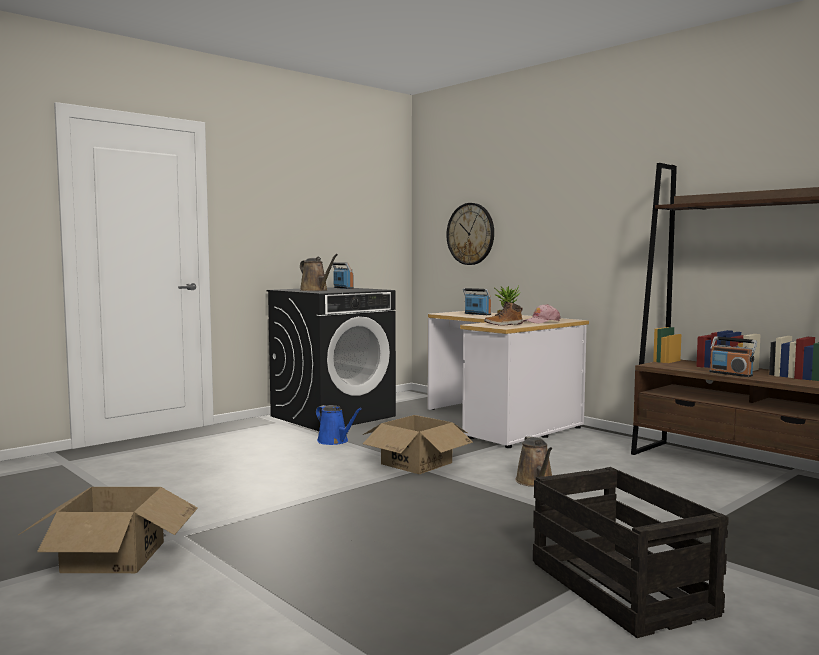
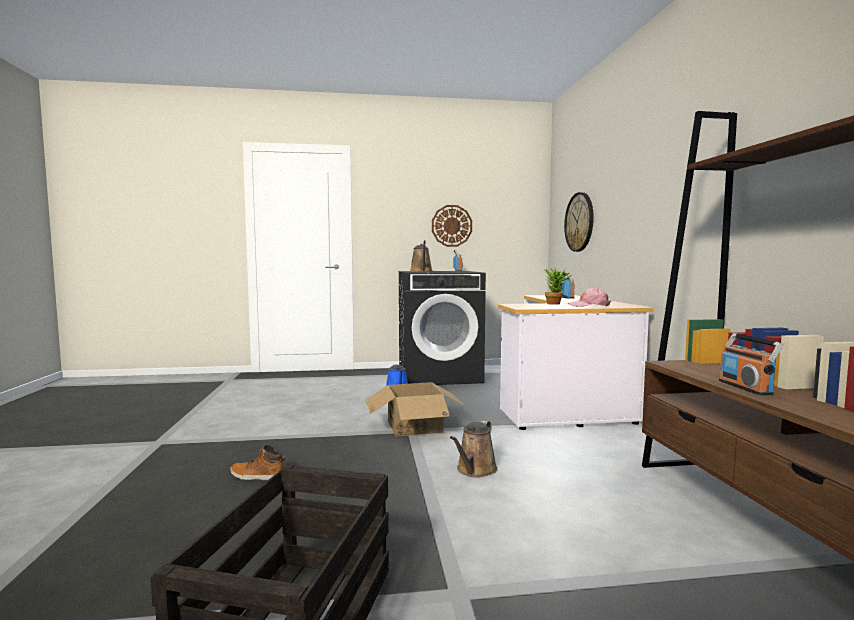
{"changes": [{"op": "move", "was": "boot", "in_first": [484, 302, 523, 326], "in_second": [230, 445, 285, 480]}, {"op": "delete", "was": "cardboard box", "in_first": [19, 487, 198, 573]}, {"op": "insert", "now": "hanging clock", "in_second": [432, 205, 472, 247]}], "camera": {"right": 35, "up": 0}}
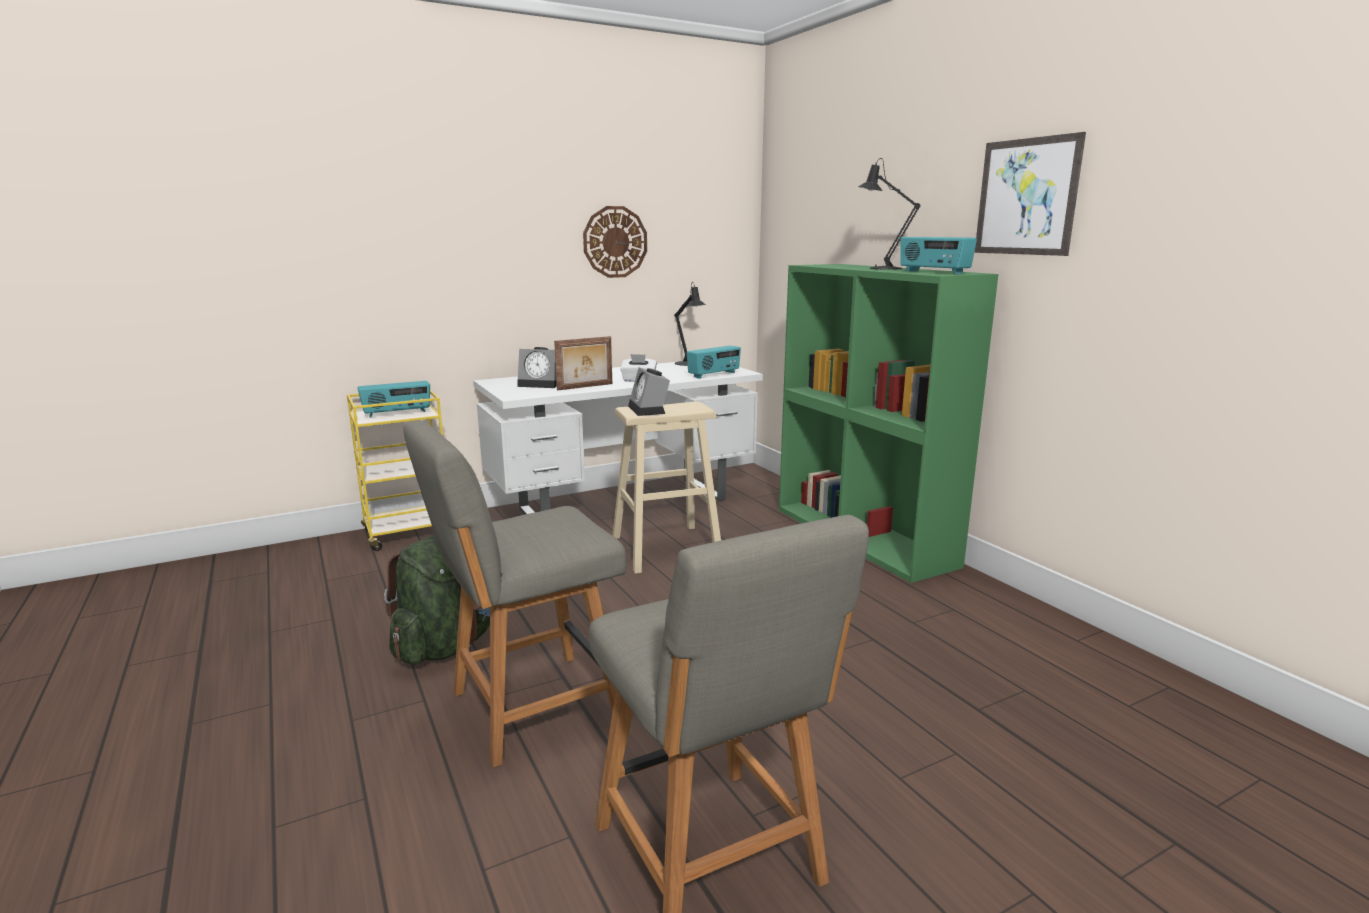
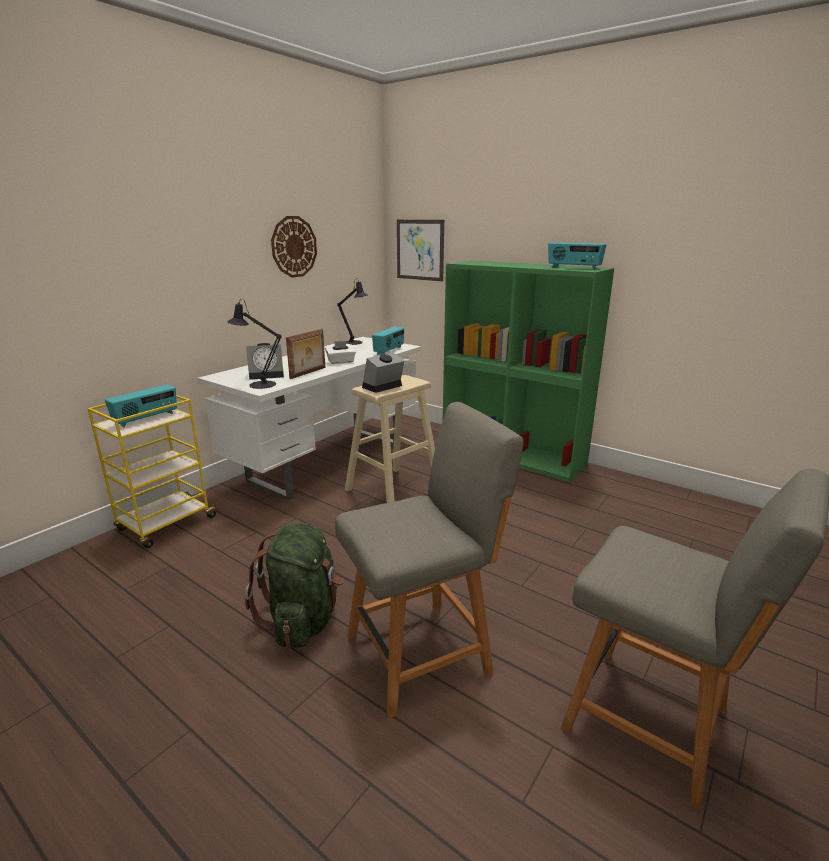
{"changes": [{"op": "move", "was": "picture", "in_first": [975, 132, 1086, 256], "in_second": [397, 220, 444, 281]}, {"op": "move", "was": "blackish table lamp", "in_first": [858, 158, 920, 270], "in_second": [227, 299, 282, 389]}, {"op": "rotate", "was": "table clock", "in_first": [628, 367, 670, 416], "in_second": [362, 353, 404, 393], "clockwise": 90}, {"op": "rotate", "was": "grey chair", "in_first": [403, 420, 626, 767], "in_second": [335, 402, 524, 718], "clockwise": -150}], "camera": {"right": -25, "up": 5}}
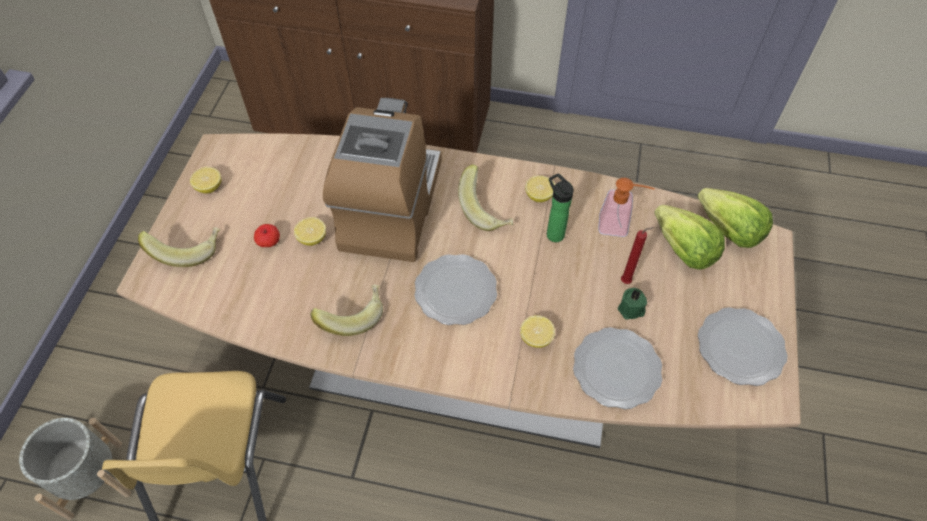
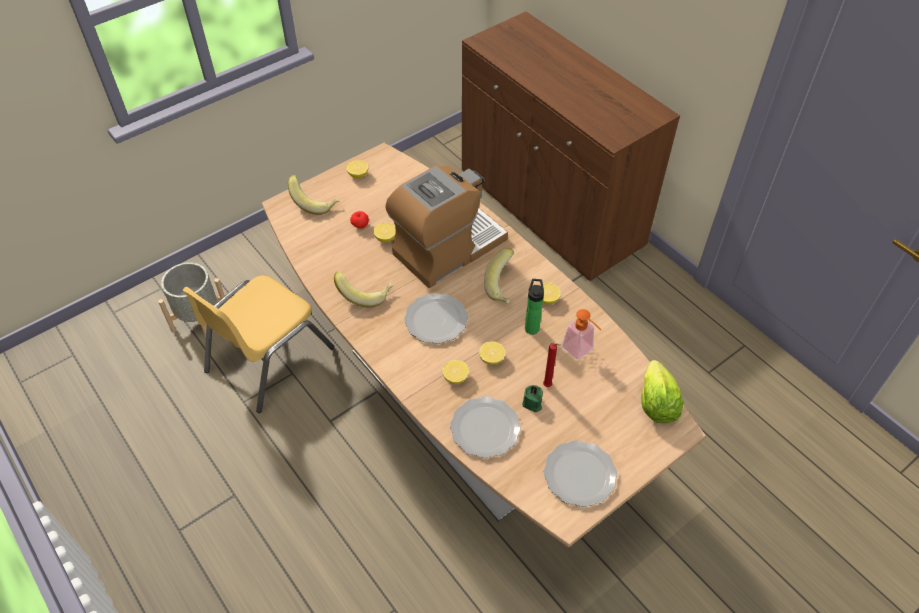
{"changes": [{"op": "delete", "was": "lettuce head", "in_first": [654, 205, 725, 270]}, {"op": "insert", "now": "citrus fruit", "in_second": [479, 341, 506, 365]}], "camera": {"right": 40, "up": -5}}
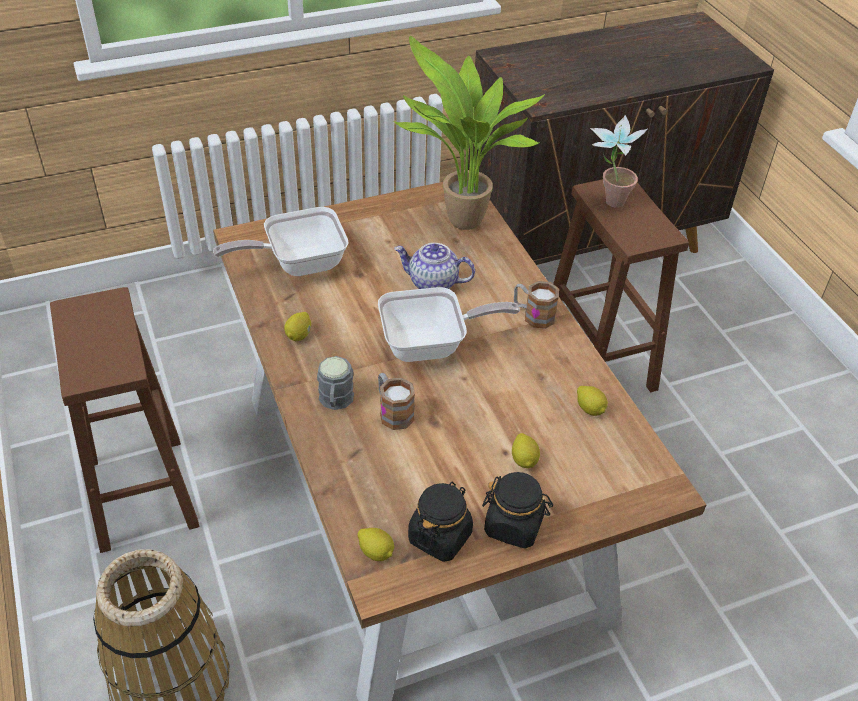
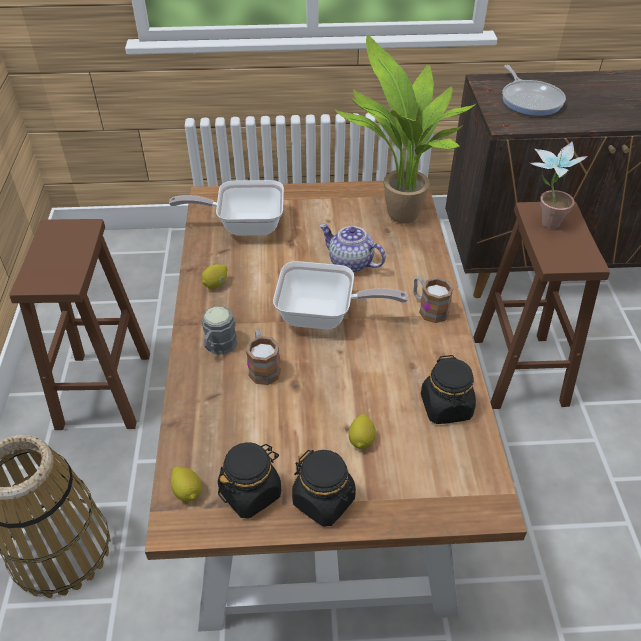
{"changes": [{"op": "replace", "was": "citrus fruit", "now": "blackish jar", "in_first": [577, 386, 608, 416], "in_second": [421, 355, 476, 424]}, {"op": "insert", "now": "pan", "in_second": [502, 65, 566, 116]}], "camera": {"right": 20, "up": 0}}
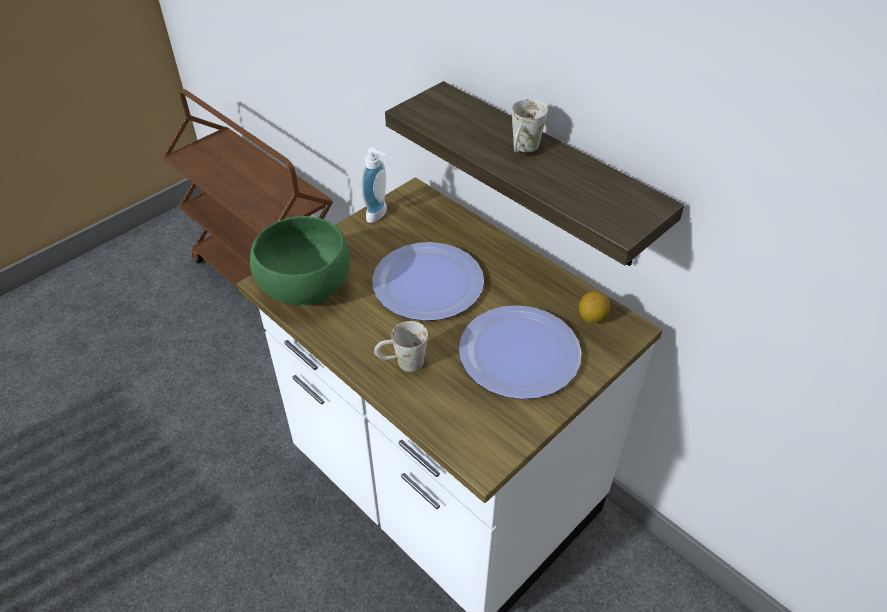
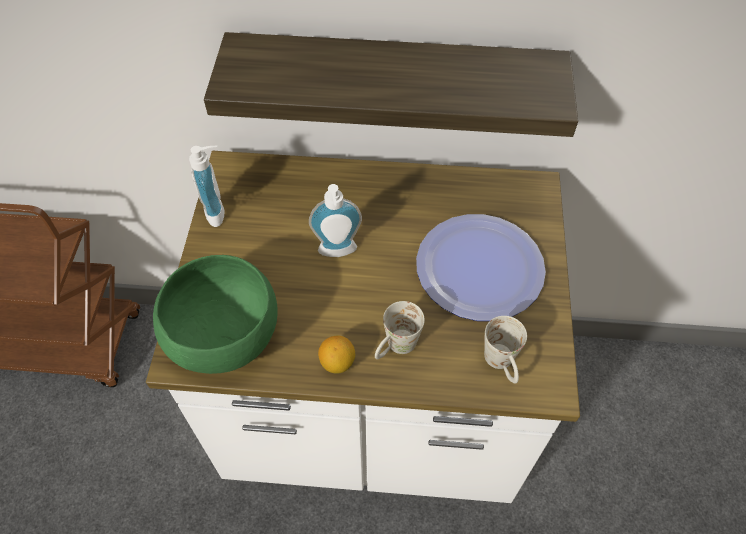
{"changes": [{"op": "move", "was": "whitish tea mug", "in_first": [511, 99, 548, 152], "in_second": [484, 316, 527, 384]}, {"op": "replace", "was": "flat dish", "now": "soap bottle", "in_first": [372, 242, 484, 321], "in_second": [309, 184, 362, 257]}, {"op": "move", "was": "citrus fruit", "in_first": [579, 291, 610, 323], "in_second": [318, 335, 355, 374]}], "camera": {"right": -40, "up": 10}}
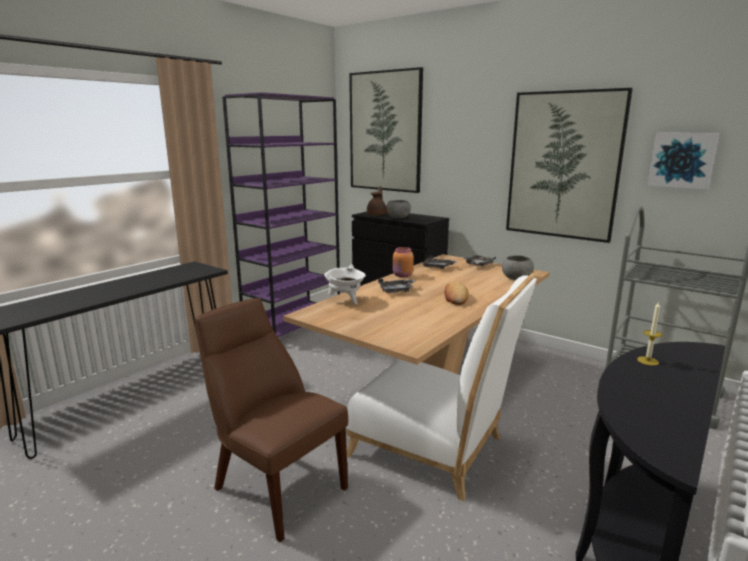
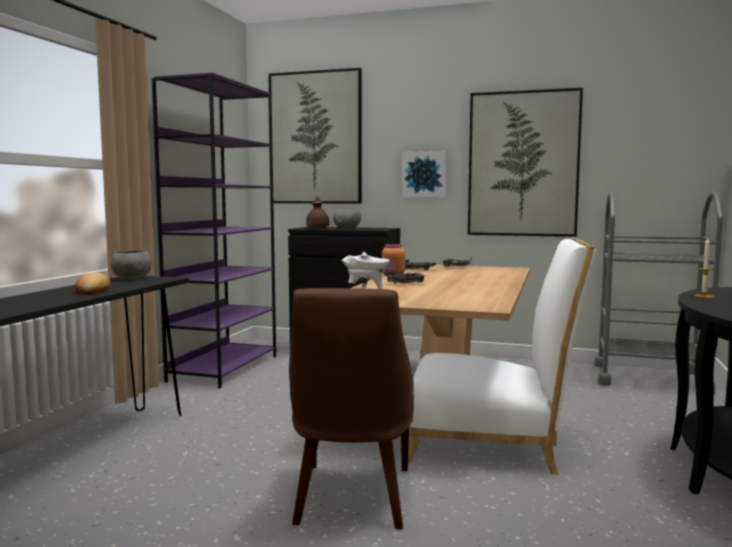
{"changes": [{"op": "move", "was": "picture", "in_first": [647, 133, 719, 189], "in_second": [402, 151, 447, 197]}, {"op": "move", "was": "grey deep dish", "in_first": [502, 256, 534, 280], "in_second": [111, 250, 152, 279]}, {"op": "move", "was": "bread", "in_first": [444, 282, 469, 305], "in_second": [75, 272, 111, 295]}, {"op": "rotate", "was": "brown-coloured chair", "in_first": [195, 298, 348, 542], "in_second": [289, 288, 414, 530], "clockwise": -105}], "camera": {"right": -20, "up": -10}}
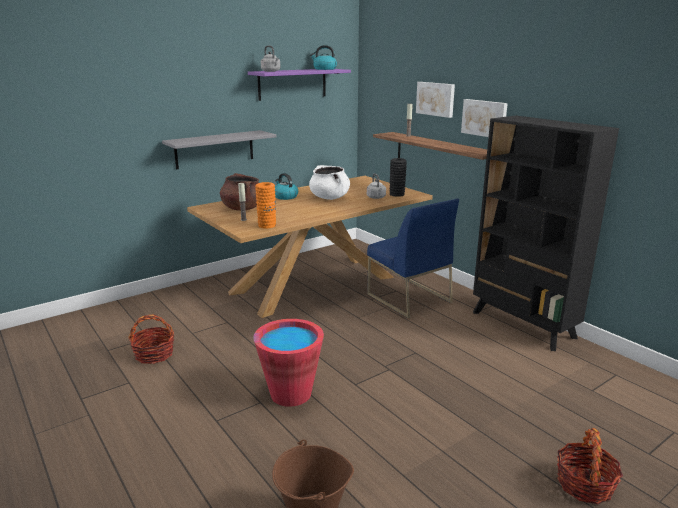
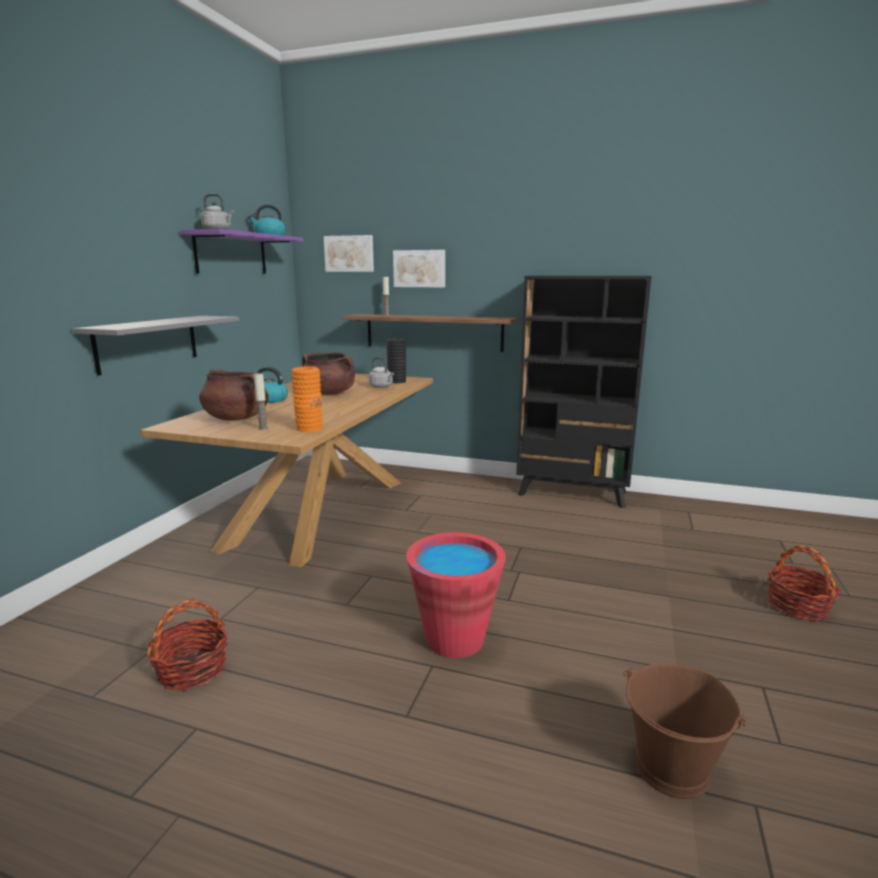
{"changes": [{"op": "move", "was": "picture", "in_first": [461, 99, 508, 137], "in_second": [324, 235, 374, 272]}, {"op": "recolor", "was": "whitish cooking pot", "now": "brown-coloured cooking pot", "in_first": [309, 165, 350, 200], "in_second": [302, 353, 355, 395]}, {"op": "delete", "was": "blue chair", "in_first": [367, 199, 459, 318]}], "camera": {"right": -35, "up": -5}}
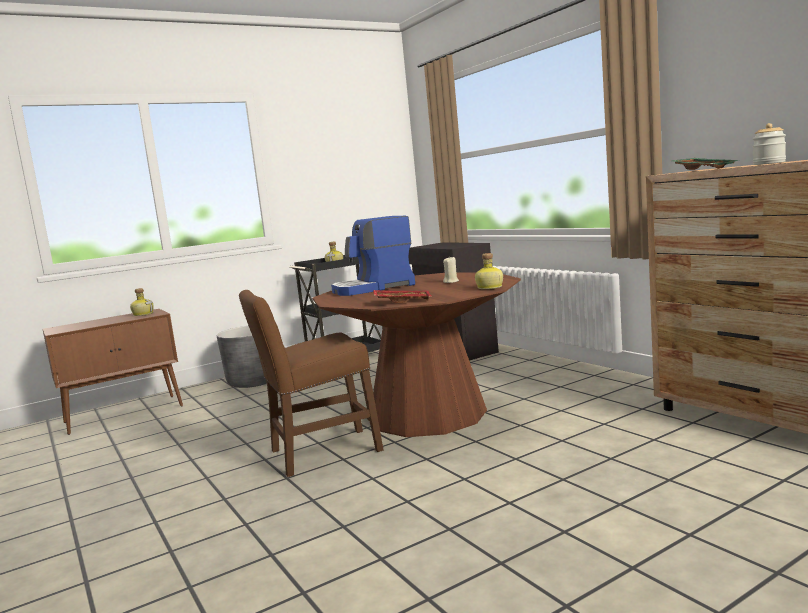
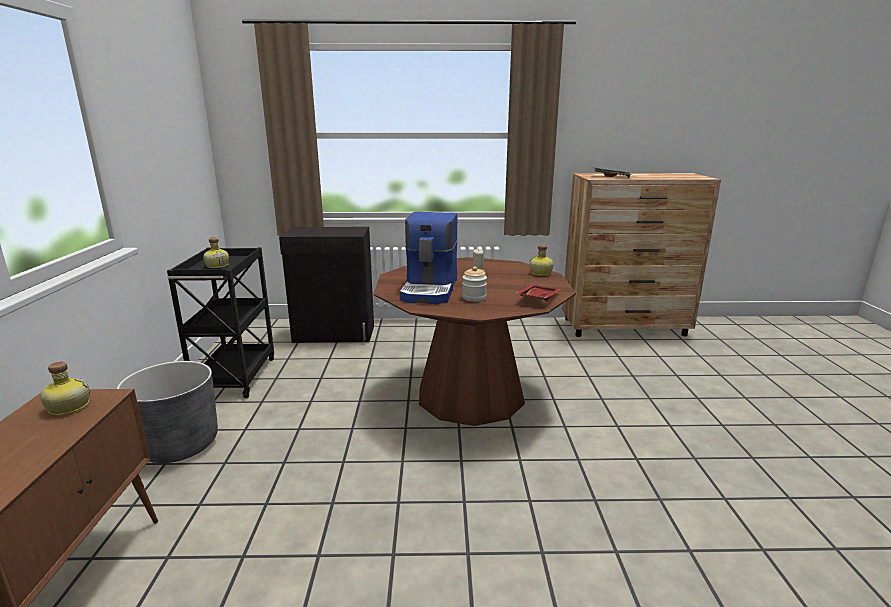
{"changes": [{"op": "move", "was": "jar", "in_first": [753, 123, 786, 165], "in_second": [462, 267, 487, 302]}, {"op": "delete", "was": "brown-coloured chair", "in_first": [239, 290, 383, 477]}], "camera": {"right": -60, "up": 10}}
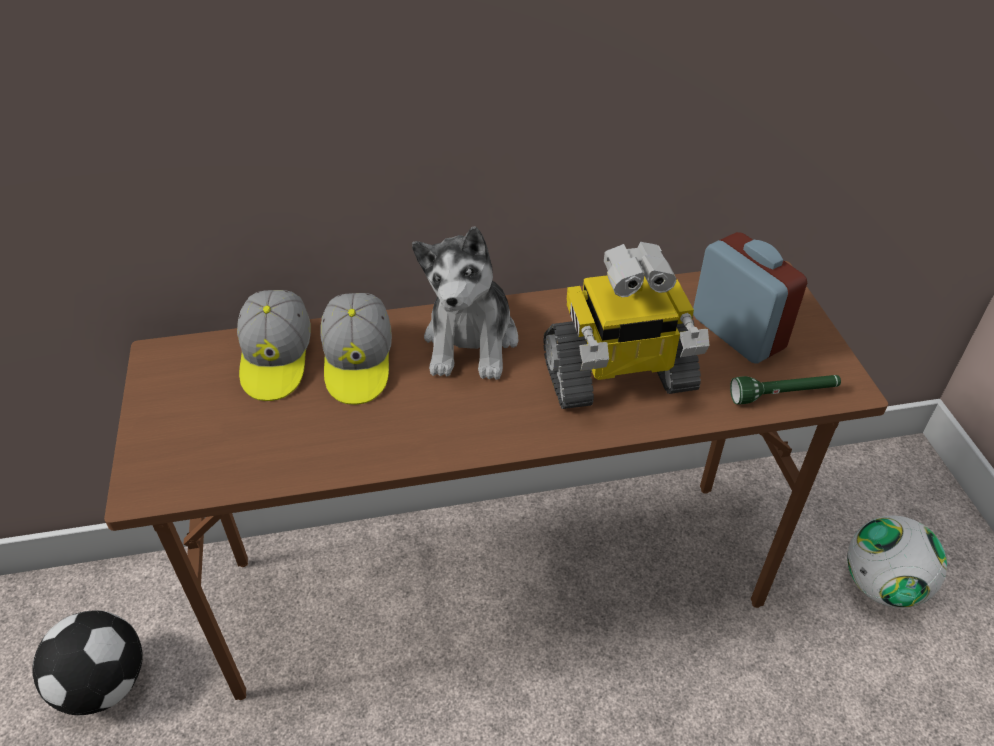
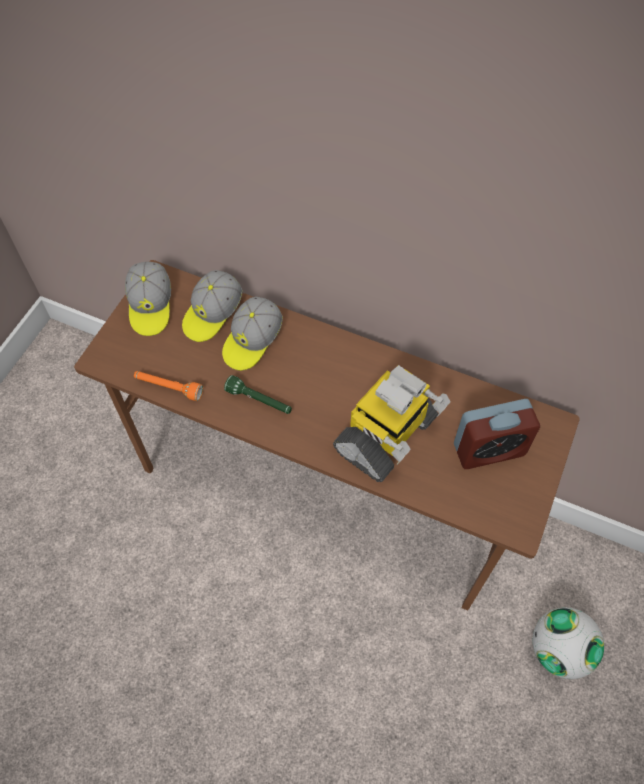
{"changes": [{"op": "delete", "was": "soft toy", "in_first": [412, 226, 518, 380]}, {"op": "rotate", "was": "table clock", "in_first": [693, 232, 807, 364], "in_second": [454, 399, 540, 469], "clockwise": 75}, {"op": "rotate", "was": "model robot", "in_first": [543, 242, 709, 409], "in_second": [333, 366, 451, 482], "clockwise": -75}, {"op": "move", "was": "greenish torch", "in_first": [730, 375, 841, 405], "in_second": [224, 375, 292, 414]}, {"op": "delete", "was": "ball for football", "in_first": [32, 610, 143, 715]}, {"op": "insert", "now": "peaked cap", "in_second": [125, 262, 171, 336]}, {"op": "insert", "now": "orange-coloured torch", "in_second": [134, 371, 203, 401]}], "camera": {"right": 35, "up": 15}}
